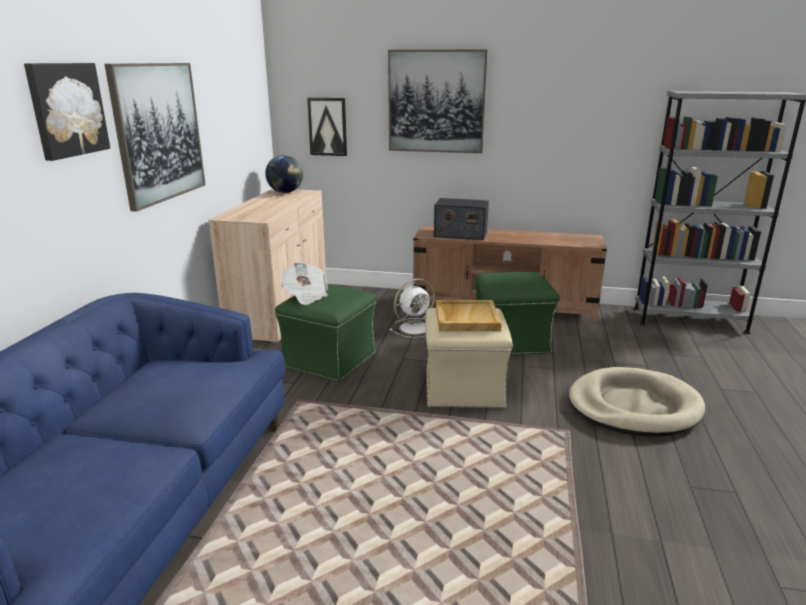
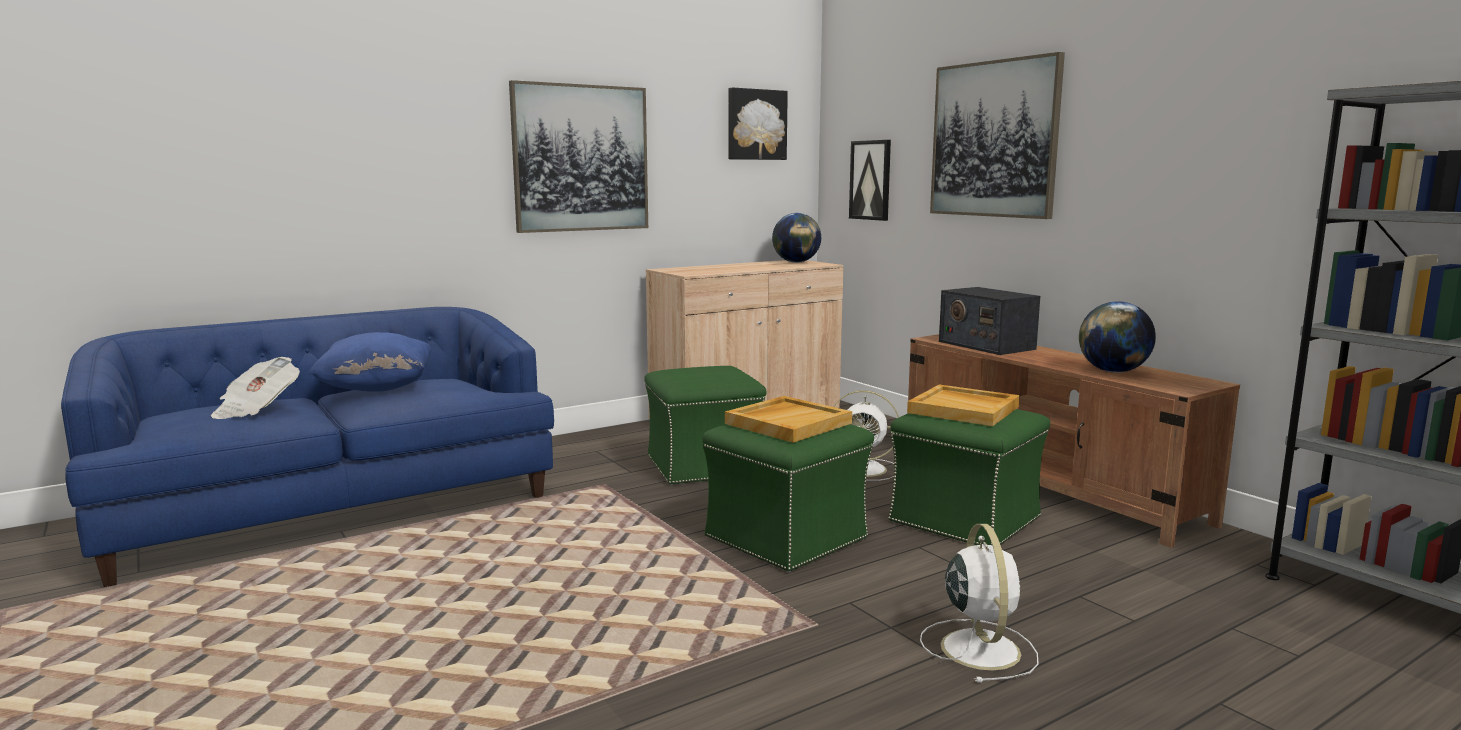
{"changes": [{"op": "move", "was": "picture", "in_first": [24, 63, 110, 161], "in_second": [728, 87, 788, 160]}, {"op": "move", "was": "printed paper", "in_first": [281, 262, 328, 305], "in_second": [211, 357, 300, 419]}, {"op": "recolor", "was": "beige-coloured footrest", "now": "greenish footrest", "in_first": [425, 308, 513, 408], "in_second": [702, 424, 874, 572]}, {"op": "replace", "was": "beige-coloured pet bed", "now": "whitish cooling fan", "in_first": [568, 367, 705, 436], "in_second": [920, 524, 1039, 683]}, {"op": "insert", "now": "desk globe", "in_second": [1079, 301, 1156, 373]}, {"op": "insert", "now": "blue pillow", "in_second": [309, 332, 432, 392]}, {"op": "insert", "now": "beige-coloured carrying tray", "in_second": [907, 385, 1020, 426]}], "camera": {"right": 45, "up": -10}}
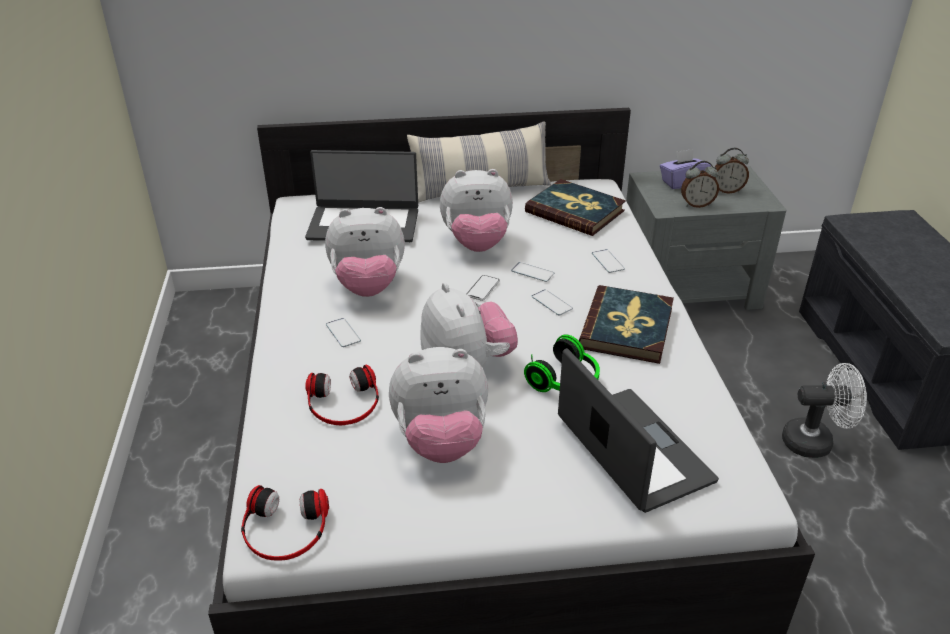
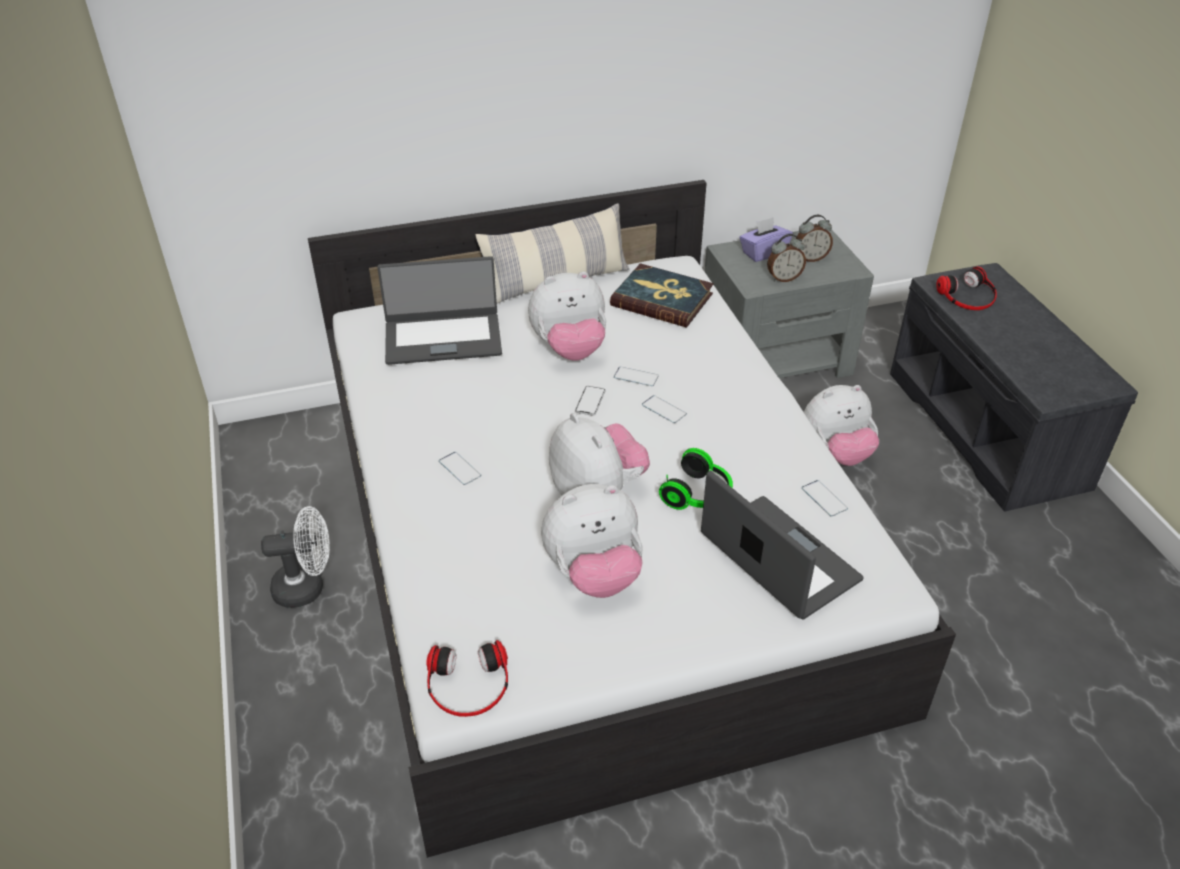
{"changes": [{"op": "move", "was": "soft toy", "in_first": [325, 207, 405, 297], "in_second": [804, 385, 879, 466]}, {"op": "move", "was": "phone", "in_first": [592, 249, 625, 273], "in_second": [802, 480, 848, 517]}, {"op": "delete", "was": "volume", "in_first": [579, 285, 674, 364]}, {"op": "move", "was": "whitish cooling fan", "in_first": [782, 363, 867, 458], "in_second": [261, 506, 330, 608]}, {"op": "move", "was": "headphones", "in_first": [305, 365, 379, 425], "in_second": [936, 266, 997, 310]}], "camera": {"right": -10, "up": 5}}
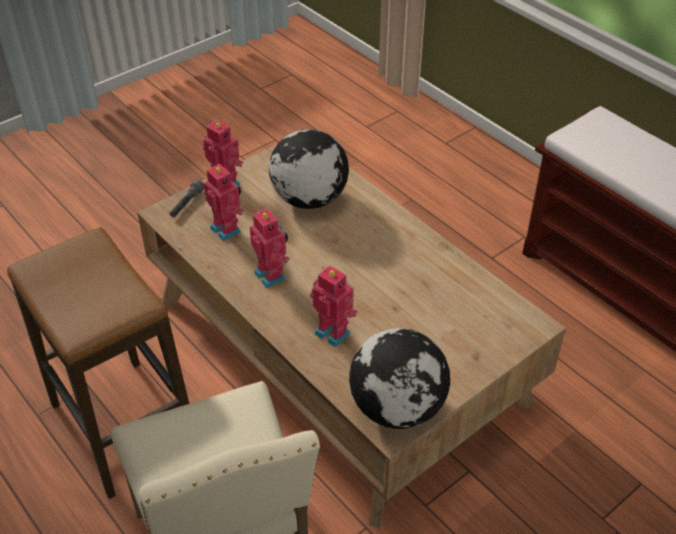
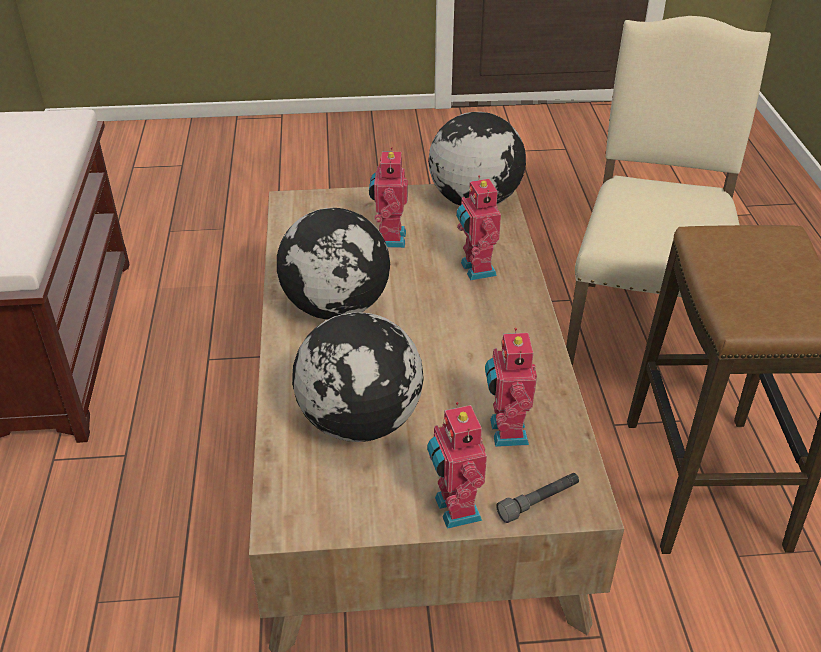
{"changes": [{"op": "move", "was": "model robot", "in_first": [250, 208, 290, 288], "in_second": [369, 147, 408, 248]}, {"op": "insert", "now": "desk globe", "in_second": [277, 208, 390, 320]}], "camera": {"right": -145, "up": -5}}
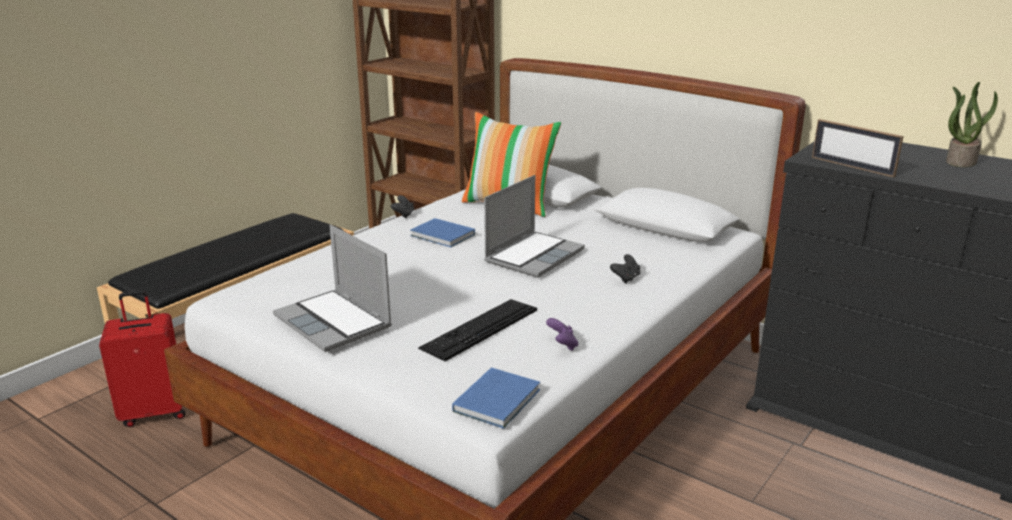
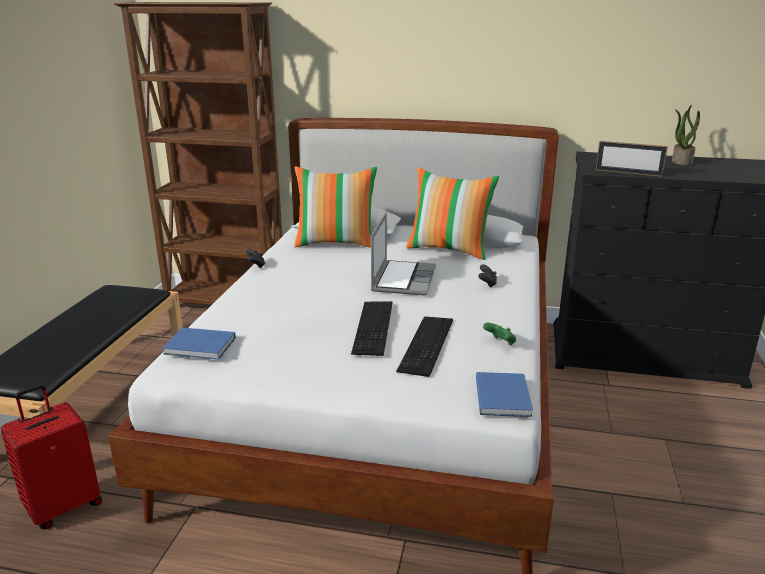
{"changes": [{"op": "move", "was": "blue volume", "in_first": [410, 218, 475, 247], "in_second": [162, 327, 236, 360]}, {"op": "delete", "was": "laptop", "in_first": [273, 225, 392, 352]}, {"op": "recolor", "was": "purple joypad", "now": "greenish joypad", "in_first": [546, 318, 578, 351], "in_second": [483, 323, 516, 346]}, {"op": "insert", "now": "pillow", "in_second": [406, 168, 499, 260]}, {"op": "insert", "now": "PC keyboard", "in_second": [351, 301, 392, 356]}], "camera": {"right": -25, "up": 0}}
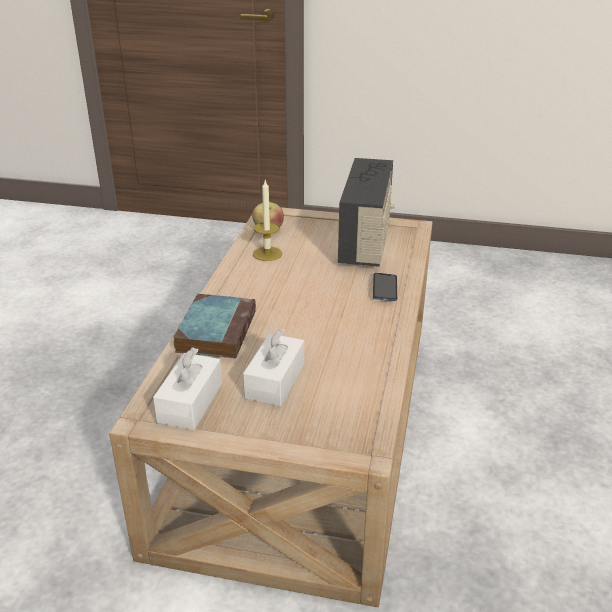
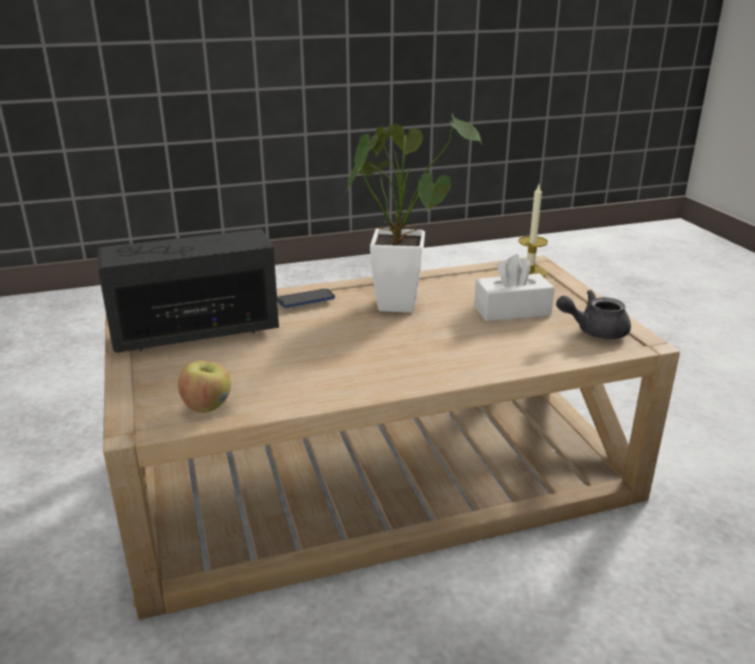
{"changes": [{"op": "move", "was": "wax light", "in_first": [253, 180, 282, 261], "in_second": [518, 185, 548, 277]}, {"op": "delete", "was": "volume", "in_first": [173, 294, 256, 359]}, {"op": "replace", "was": "whitish tissue holder", "now": "grey tea pot", "in_first": [153, 347, 222, 430], "in_second": [556, 290, 631, 339]}, {"op": "insert", "now": "potted plant", "in_second": [346, 114, 482, 313]}], "camera": {"right": -120, "up": -5}}
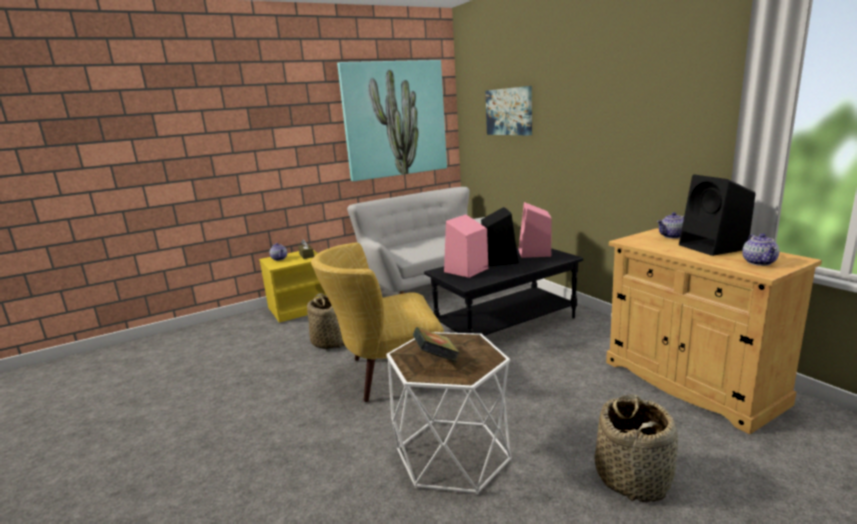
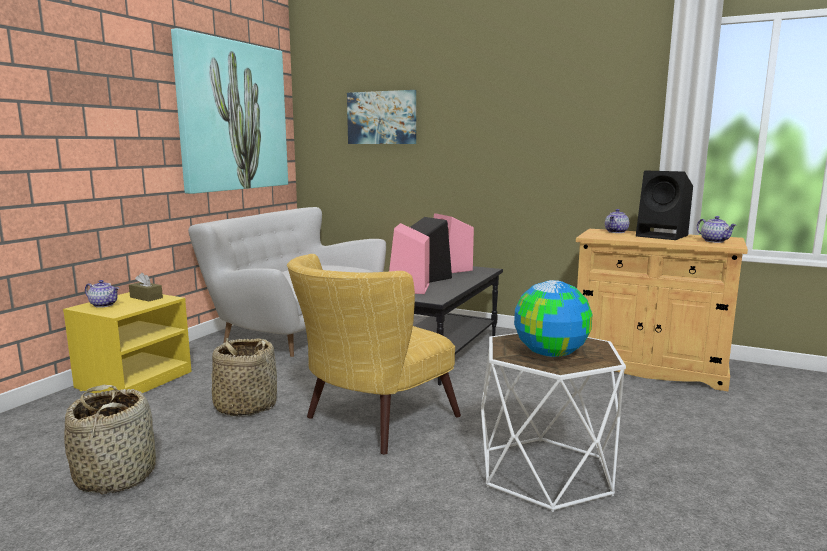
{"changes": [{"op": "replace", "was": "volume", "now": "desk globe", "in_first": [413, 327, 460, 362], "in_second": [514, 280, 592, 357]}, {"op": "move", "was": "basket", "in_first": [595, 394, 678, 502], "in_second": [64, 385, 156, 495]}], "camera": {"right": -35, "up": -5}}
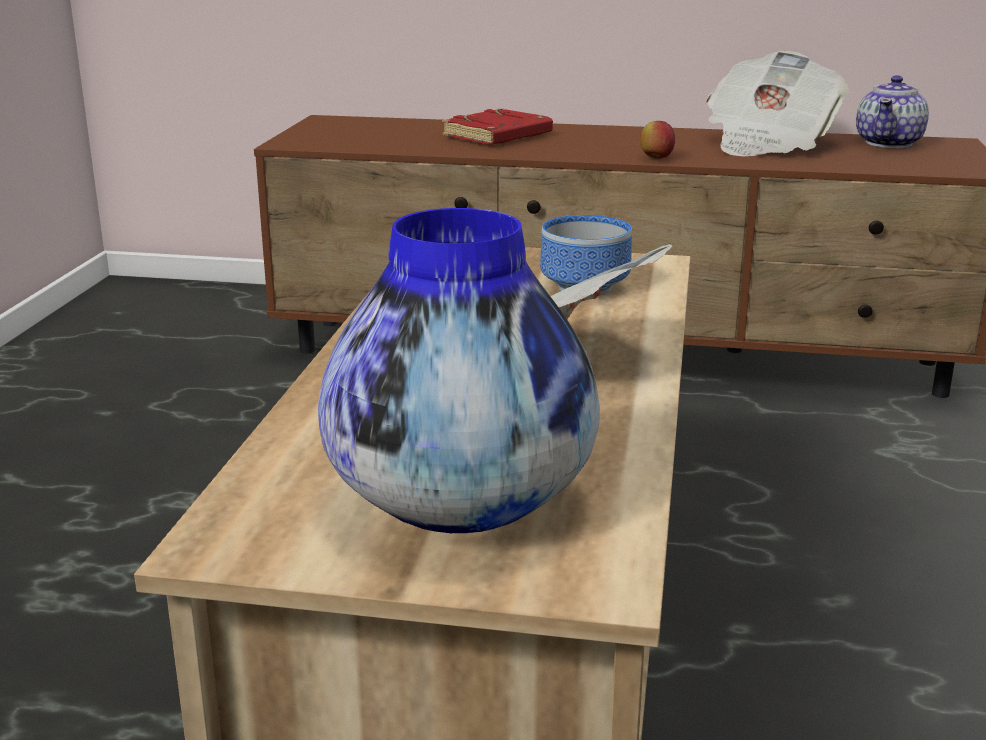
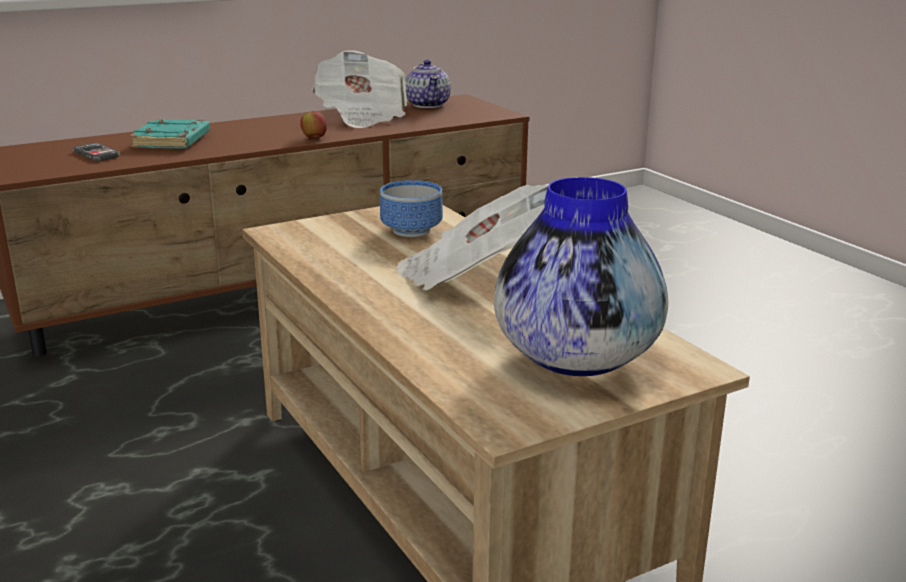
{"changes": [{"op": "recolor", "was": "reddish volume", "now": "turquoise volume", "in_first": [442, 108, 553, 145], "in_second": [129, 119, 210, 149]}, {"op": "insert", "now": "phone", "in_second": [73, 143, 120, 161]}], "camera": {"right": -40, "up": 0}}
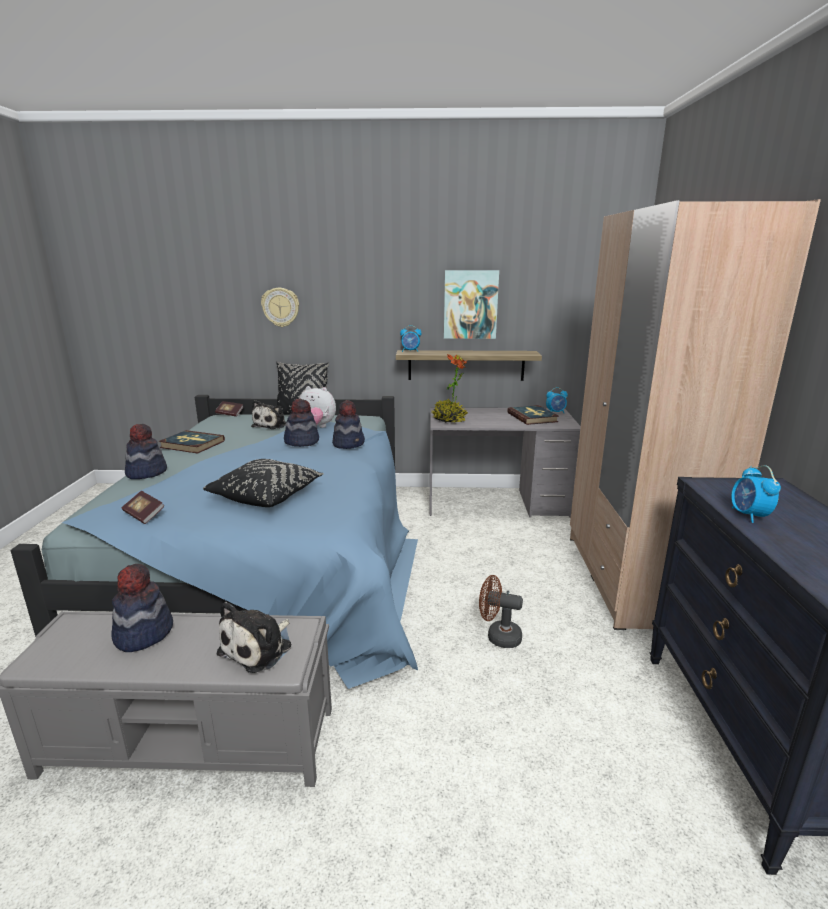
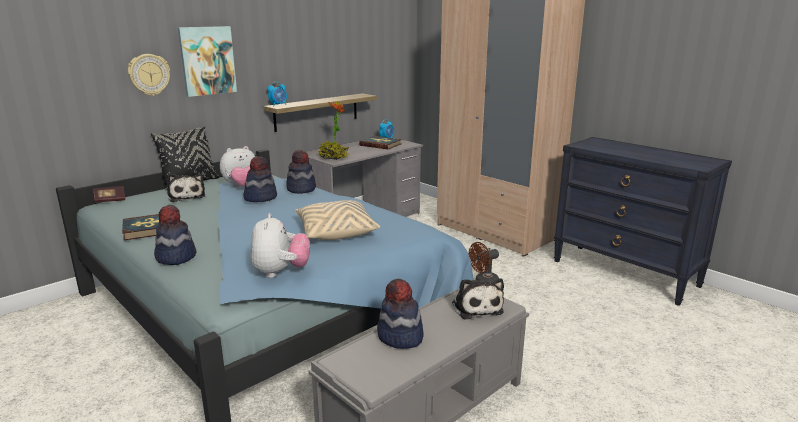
{"changes": [{"op": "move", "was": "picture", "in_first": [444, 270, 499, 339], "in_second": [178, 26, 237, 97]}, {"op": "recolor", "was": "blackish pillow", "now": "beige-coloured pillow", "in_first": [203, 459, 324, 507], "in_second": [295, 200, 380, 240]}, {"op": "delete", "was": "table clock", "in_first": [731, 465, 781, 523]}, {"op": "replace", "was": "volume", "now": "soft toy", "in_first": [122, 491, 165, 524], "in_second": [250, 213, 310, 278]}], "camera": {"right": -45, "up": 0}}
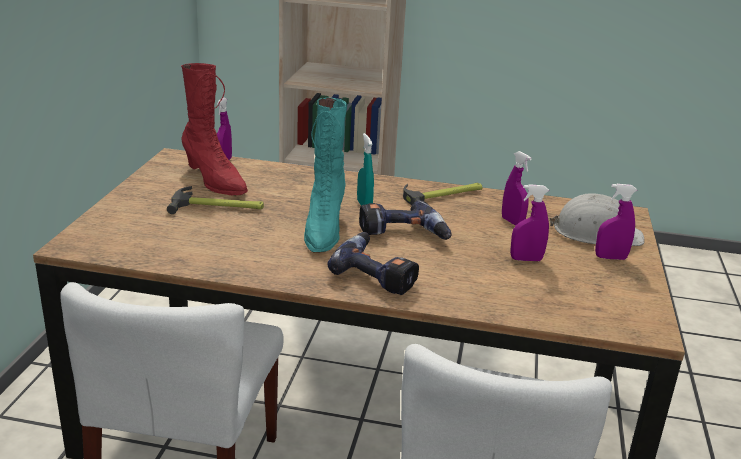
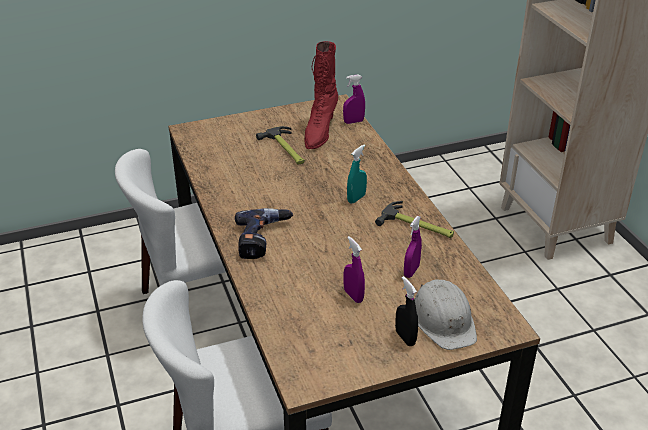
{"changes": [{"op": "delete", "was": "turquoise boot", "in_first": [304, 98, 347, 252]}, {"op": "recolor", "was": "purple spray bottle", "now": "blackish spray bottle", "in_first": [595, 184, 637, 260], "in_second": [395, 276, 418, 346]}, {"op": "delete", "was": "drill", "in_first": [359, 200, 452, 240]}], "camera": {"right": 60, "up": 10}}
